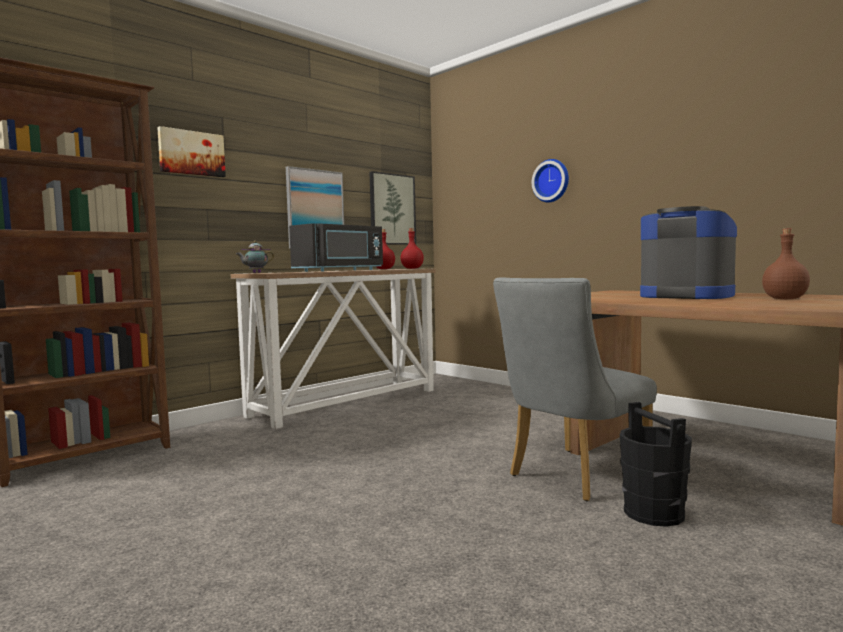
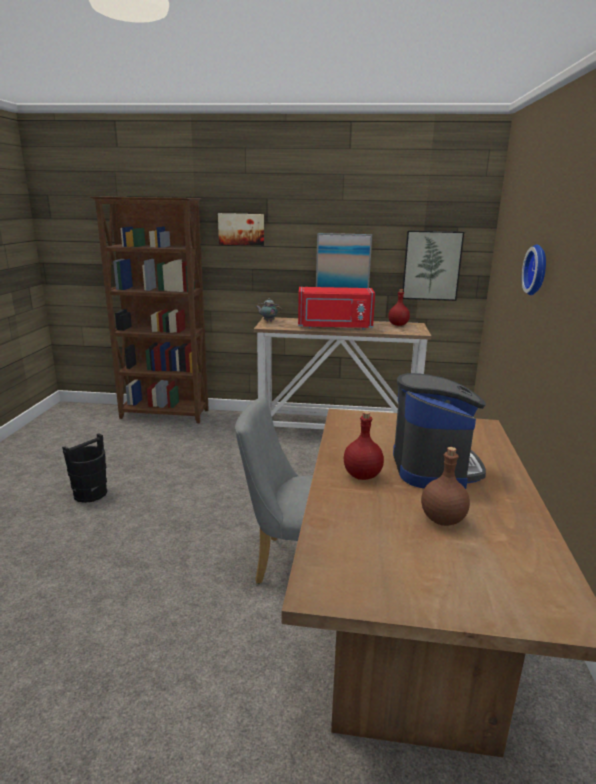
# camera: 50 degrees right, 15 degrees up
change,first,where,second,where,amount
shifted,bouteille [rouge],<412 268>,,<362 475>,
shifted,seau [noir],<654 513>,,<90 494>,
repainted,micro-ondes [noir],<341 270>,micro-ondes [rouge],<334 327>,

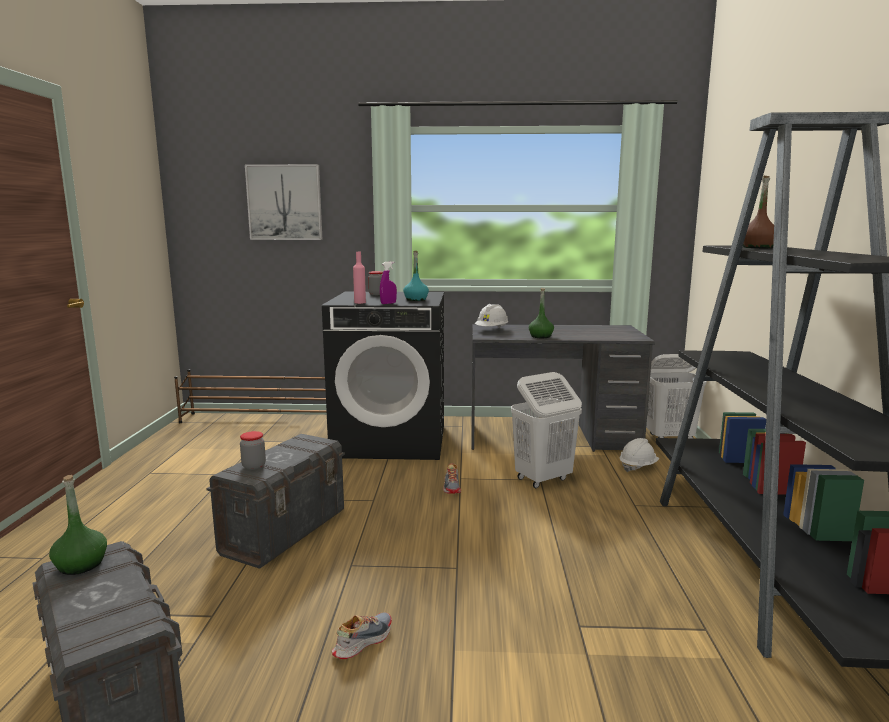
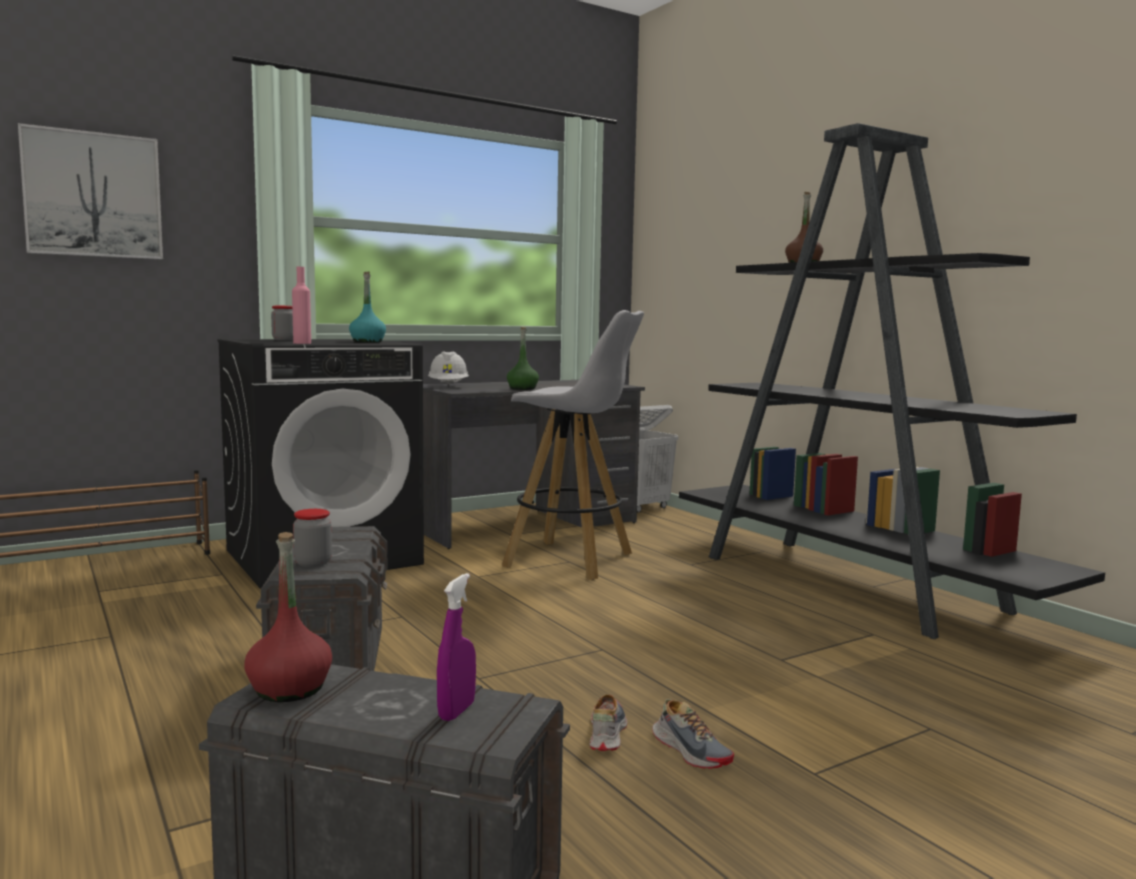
# camera: 35 degrees left, 5 degrees down
change,first,where,second,where,amount
gone,casque de chantier [blanc],<638 467>,,,
shifted,vaporisateur [violet],<388 303>,,<456 711>,
shifted,chaussure,<452 486>,,<691 750>,
swapped,panier à linge [blanc],<542 479>,tabouret [blanc],<571 561>,
repainted,bouteille [vert],<81 565>,bouteille [rouge],<290 689>,

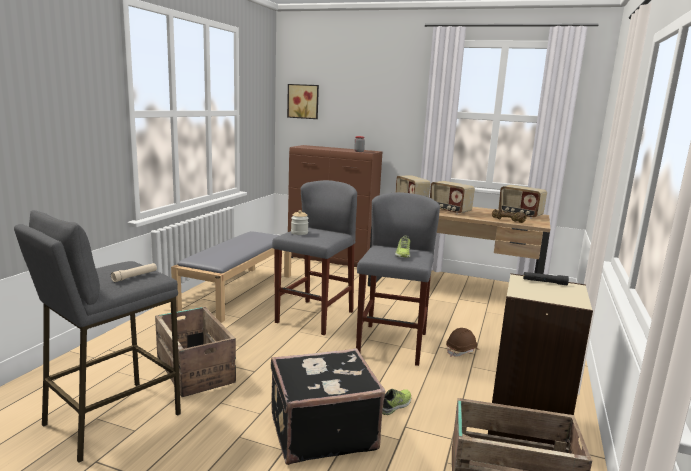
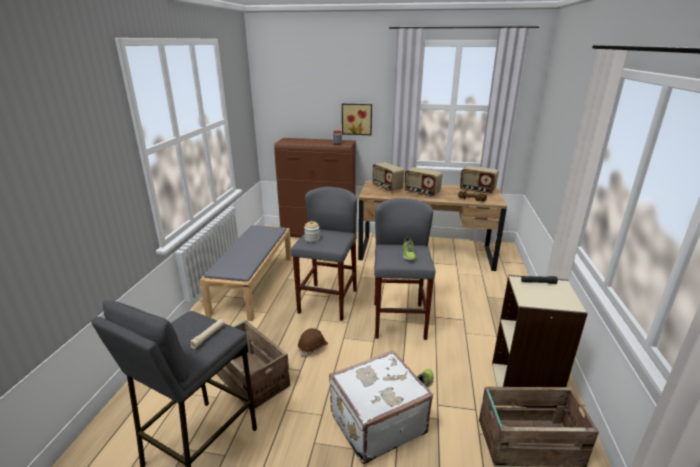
# camera: 10 degrees left, 10 degrees up
change,first,where,second,where,amount
shifted,tableau,<303 101>,,<357 119>,
shifted,casque de chantier [marron],<462 351>,,<313 347>,
repainted,valise [noir],<321 430>,valise [blanc],<376 422>,

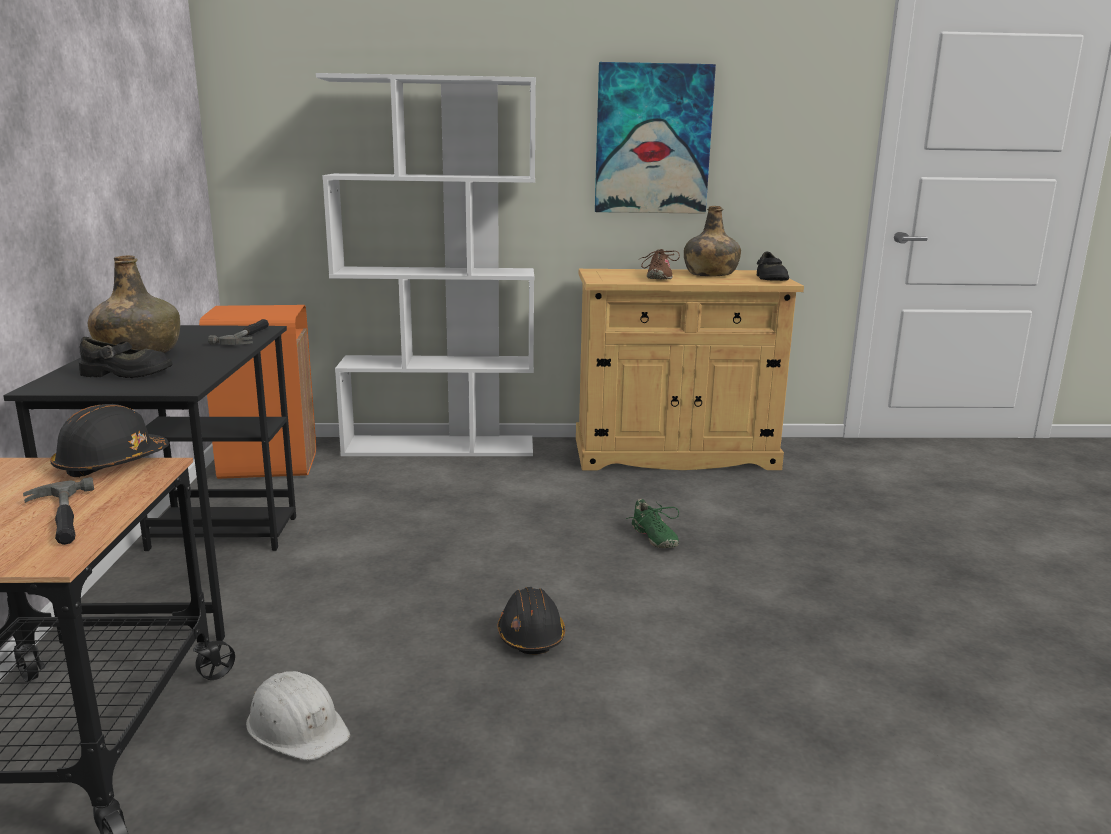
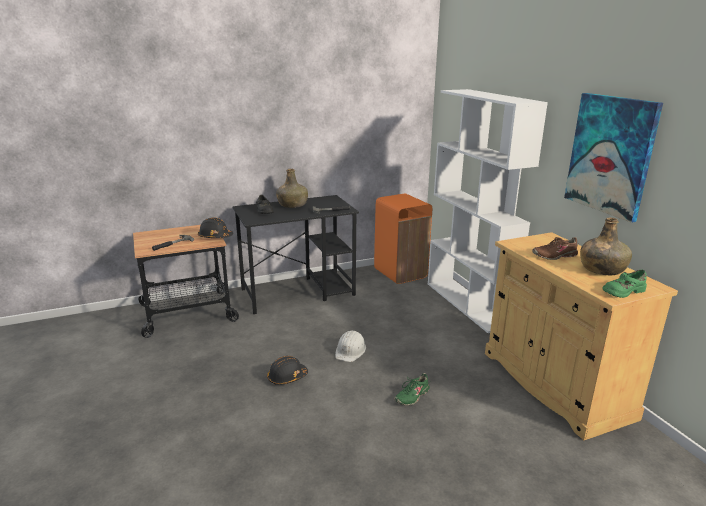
# camera: 70 degrees right, 5 degrees up
change,first,where,second,where,amount
shifted,casque de chantier [blanc],<297 727>,,<350 350>,
repainted,chaussure [noir],<770 278>,chaussure [vert],<623 291>,

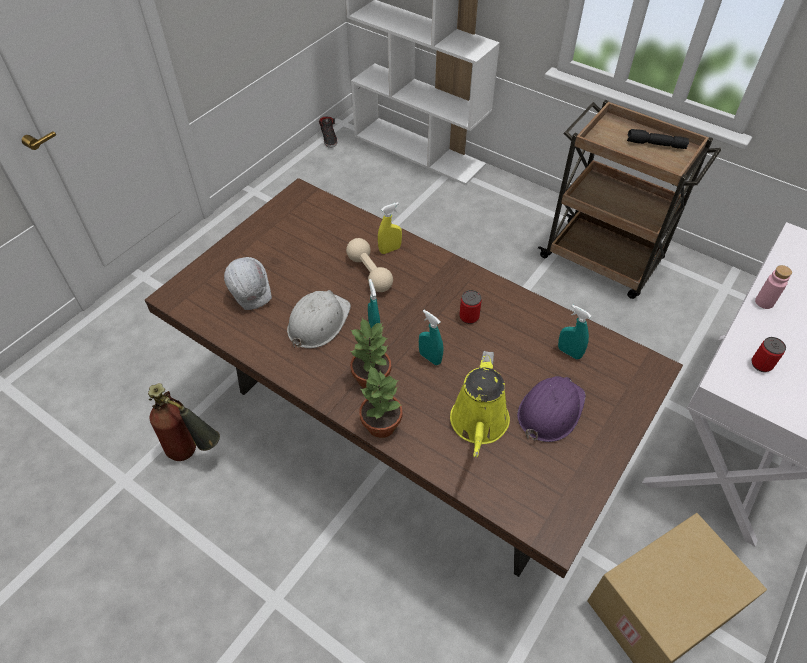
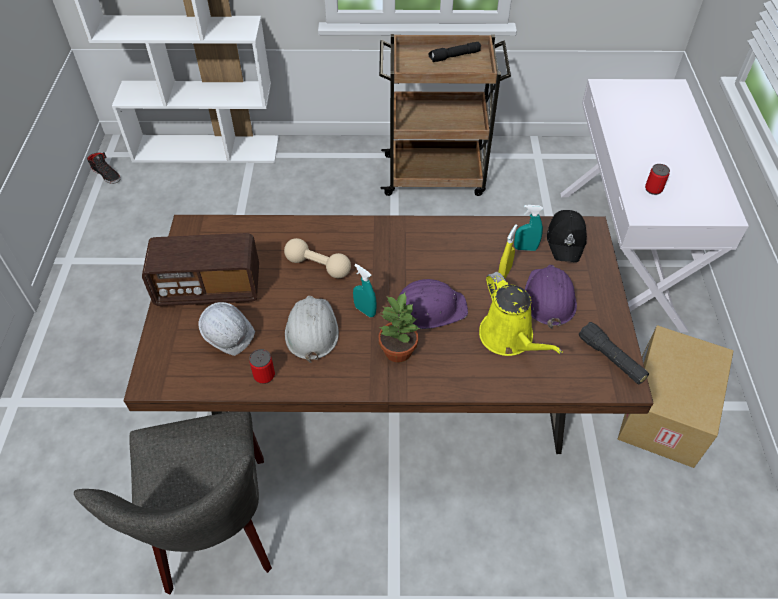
# camera: 35 degrees left, 0 degrees up
change,first,where,second,where,amount
gone,plante en pot,<380 424>,,,
gone,bouteille [rose],<764 302>,,,
new,,,radio,<209 288>,
new,,,casquette [noir],<566 240>,
new,,,lampe de poche [noir],<611 359>,
shifted,vaporisateur [jaune],<390 249>,,<504 273>,
shifted,boîte métallique,<469 317>,,<264 375>,
swapped,extincteur,<194 453>,chaise [gris],<215 531>,
swapped,vaporisateur [turquoise],<430 358>,casque de chantier [violet],<429 308>,

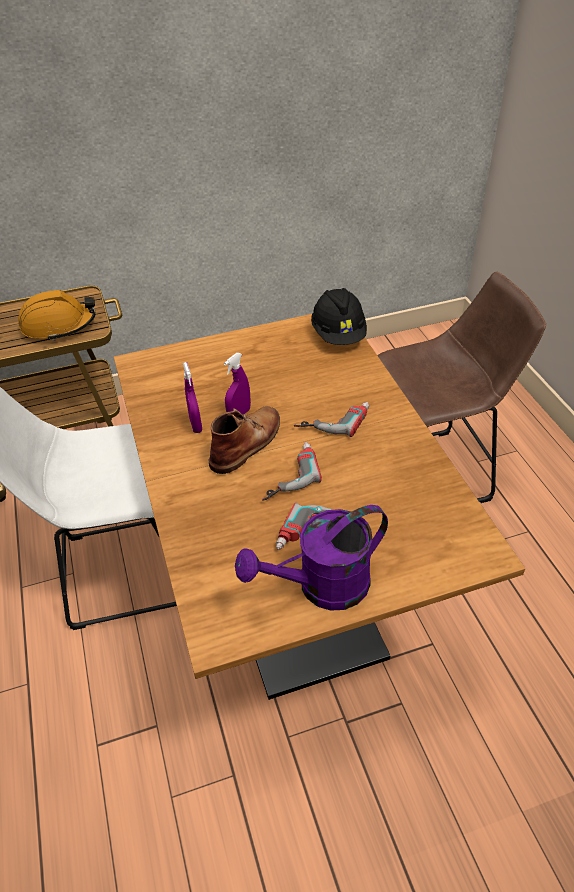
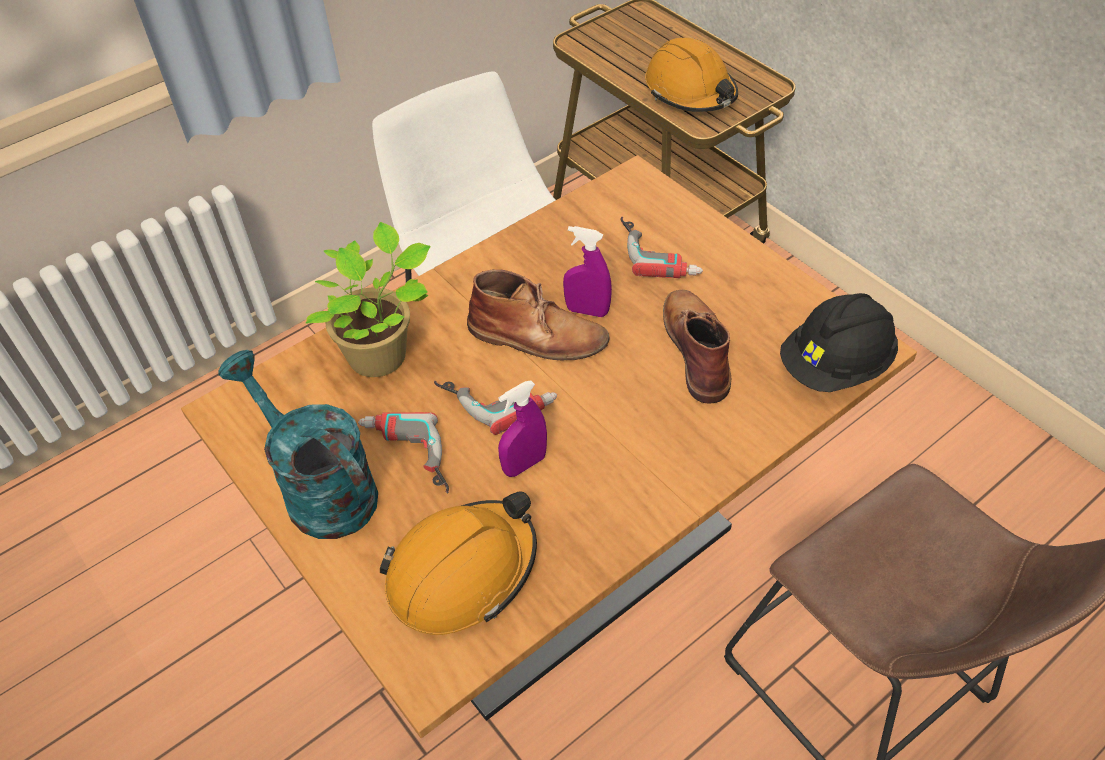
# camera: 70 degrees right, 5 degrees up
change,first,where,second,where,amount
new,,,plante en pot,<382 355>,
new,,,casque de chantier [orange],<462 572>,
new,,,botte [marron],<696 347>,
shifted,vaporisateur [violet],<195 425>,,<524 464>,
shifted,perceuse,<333 419>,,<660 251>,
repainted,arrosoir [violet],<322 587>,arrosoir [turquoise],<319 488>,

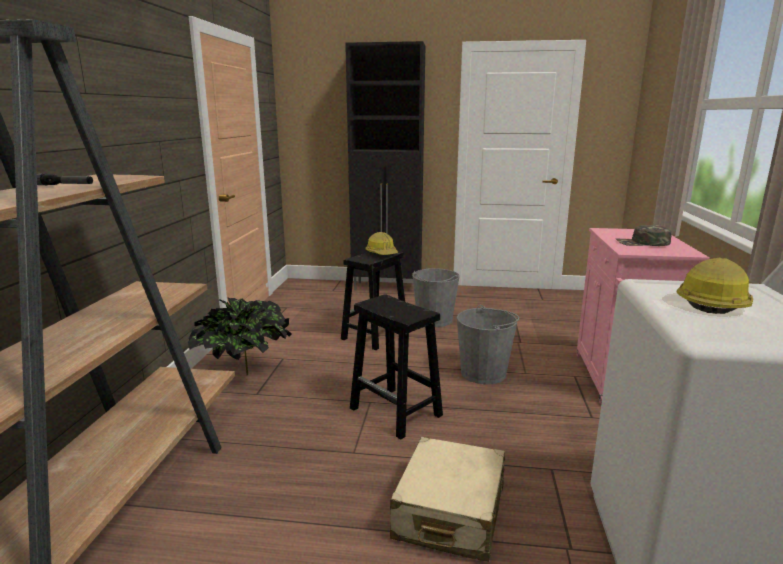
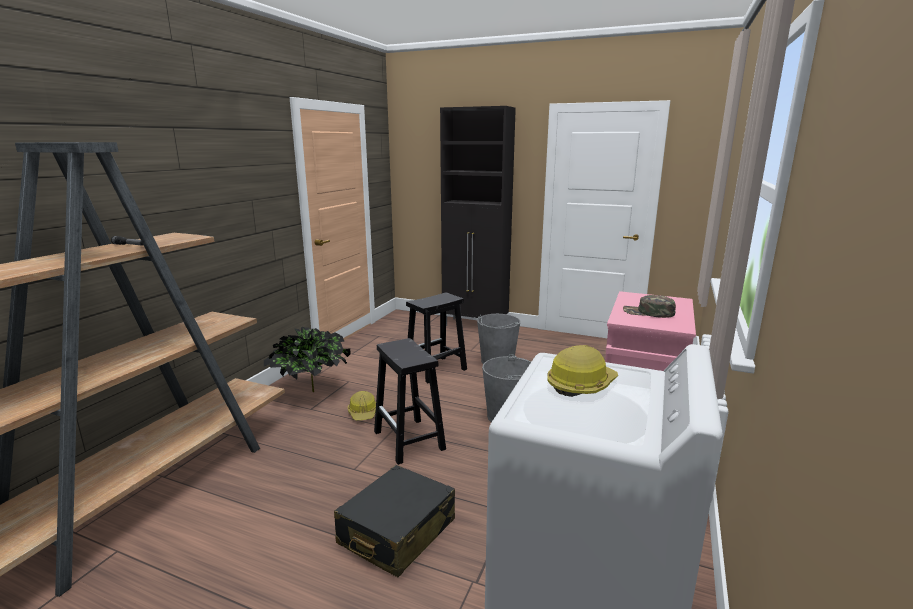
# camera: 15 degrees right, 0 degrees up
change,first,where,second,where,amount
shifted,casque de chantier,<382 253>,,<363 413>,
repainted,valise [beige],<449 513>,valise [noir],<397 532>,

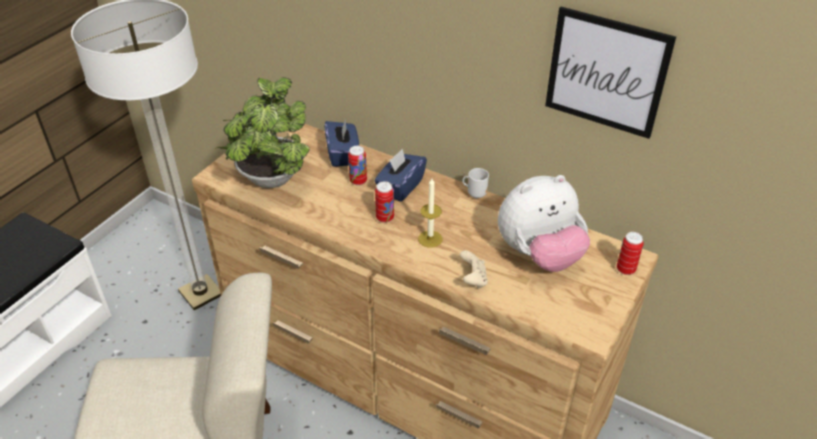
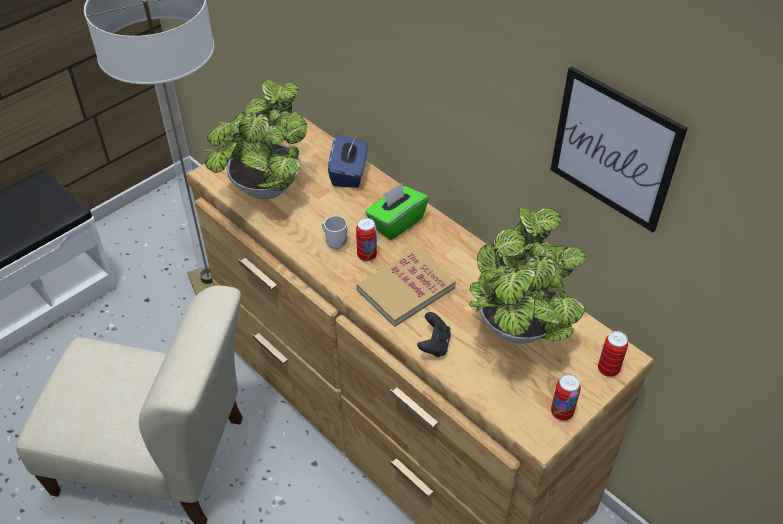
# camera: 15 degrees right, 5 degrees up
change,first,where,second,where,amount
shifted,boîte métallique,<358 181>,,<562 412>,
shifted,mug,<475 194>,,<336 243>,
swapped,bougie,<430 239>,livre,<406 289>,
swapped,peluche,<539 255>,plante en pot,<517 332>,
repainted,boîte à mouchoirs [bleu],<400 187>,boîte à mouchoirs [vert],<396 223>,
repainted,manette [beige],<473 279>,manette [noir],<434 345>,

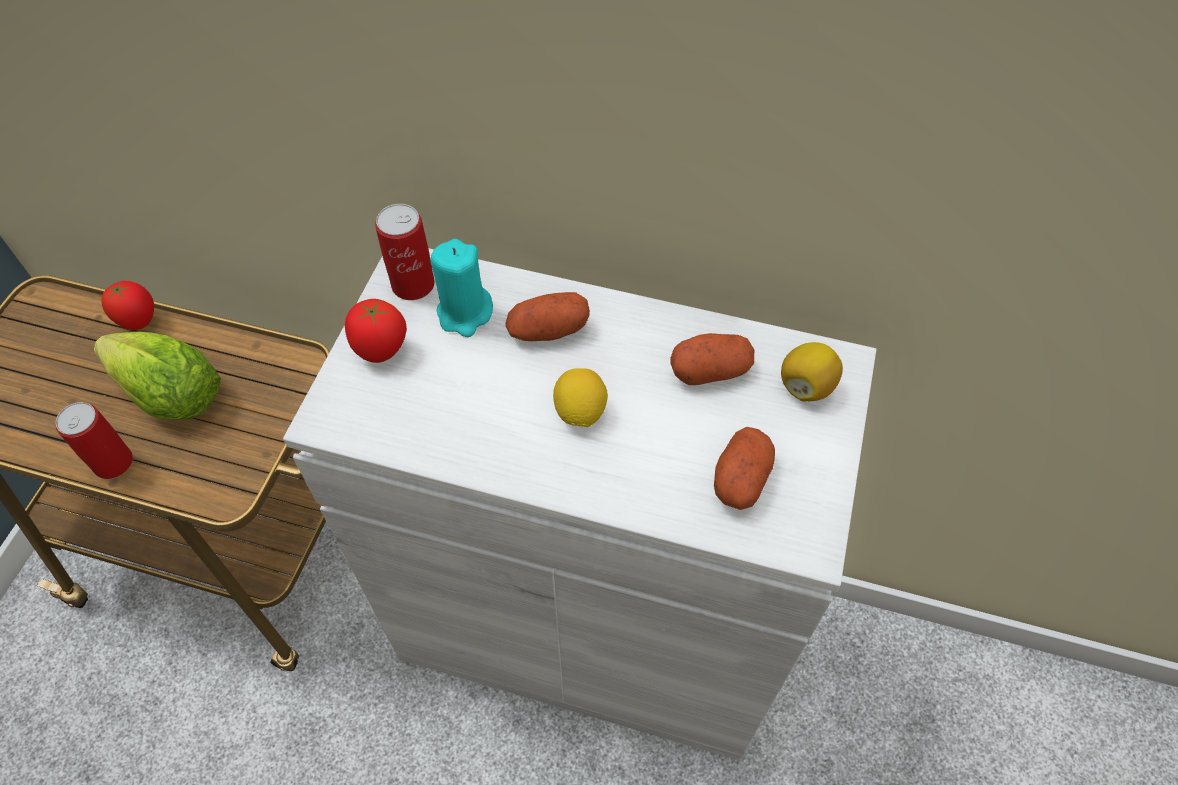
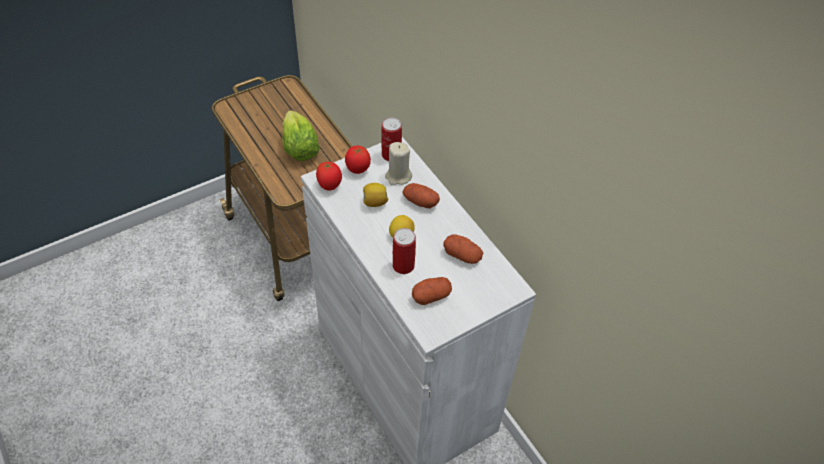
# camera: 40 degrees right, 5 degrees down
change,first,where,second,where,amount
shifted,boîte métallique,<113 462>,,<403 265>,
shifted,tomate,<139 321>,,<329 186>,
shifted,citron,<806 386>,,<374 202>,
repainted,bougie [turquoise],<464 313>,bougie [beige],<398 176>,

